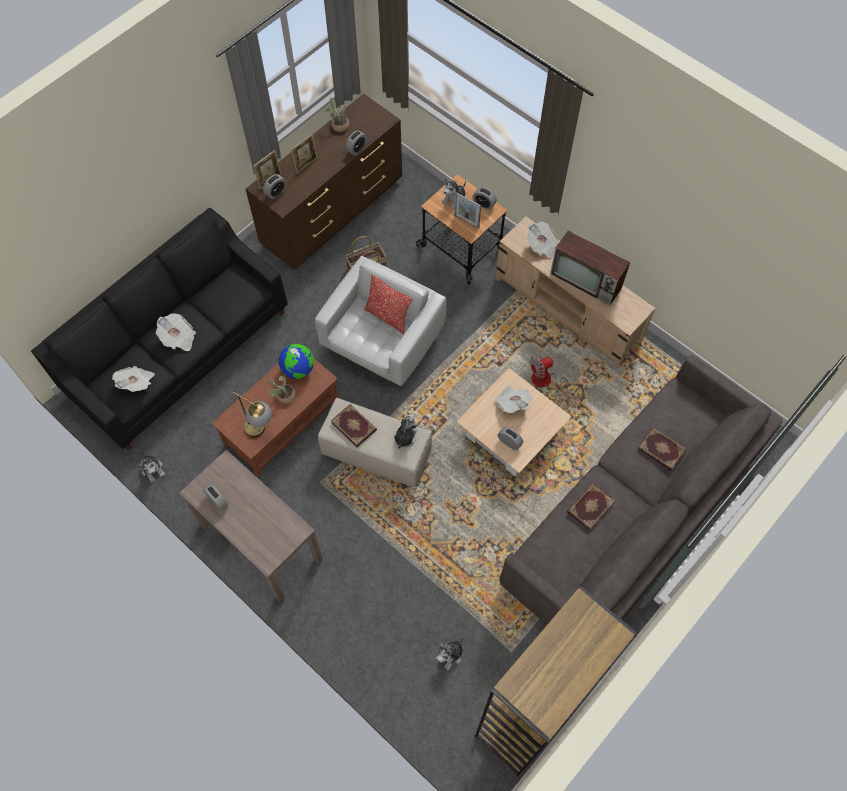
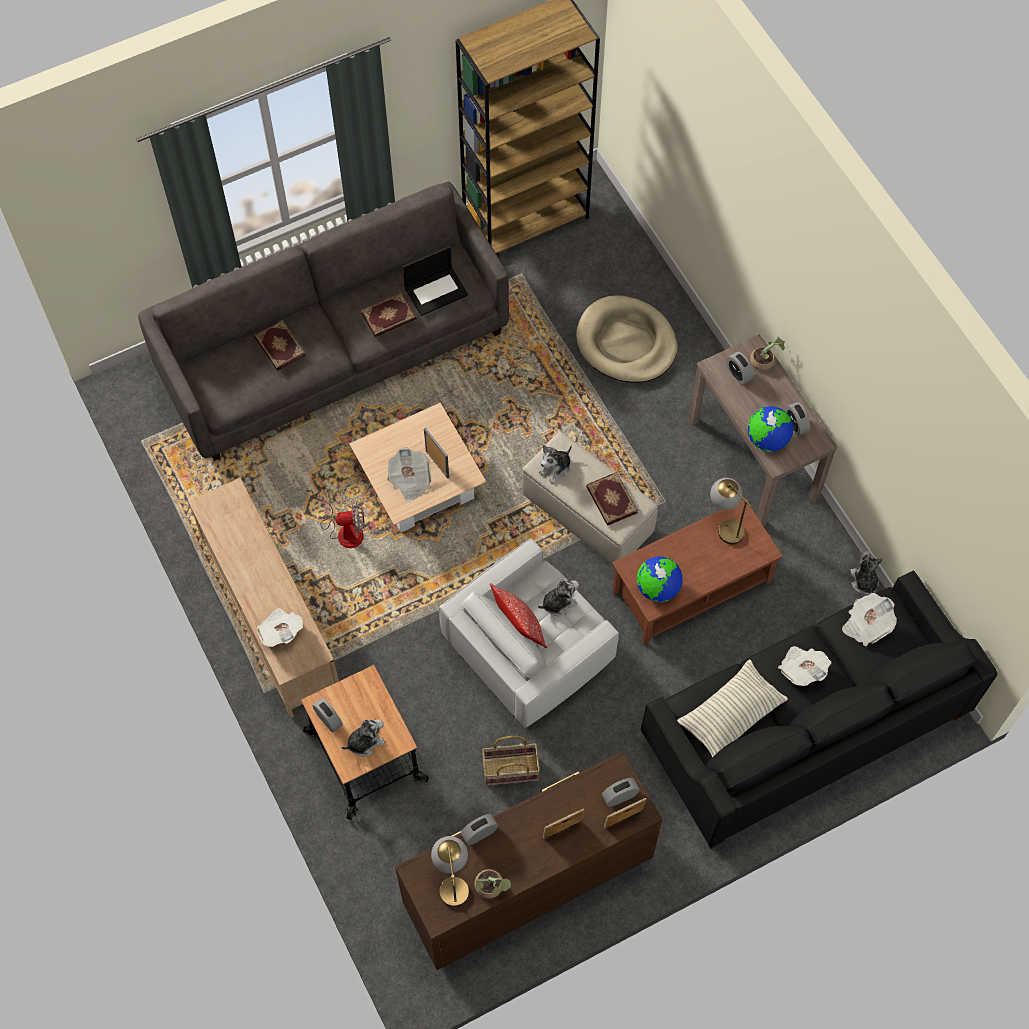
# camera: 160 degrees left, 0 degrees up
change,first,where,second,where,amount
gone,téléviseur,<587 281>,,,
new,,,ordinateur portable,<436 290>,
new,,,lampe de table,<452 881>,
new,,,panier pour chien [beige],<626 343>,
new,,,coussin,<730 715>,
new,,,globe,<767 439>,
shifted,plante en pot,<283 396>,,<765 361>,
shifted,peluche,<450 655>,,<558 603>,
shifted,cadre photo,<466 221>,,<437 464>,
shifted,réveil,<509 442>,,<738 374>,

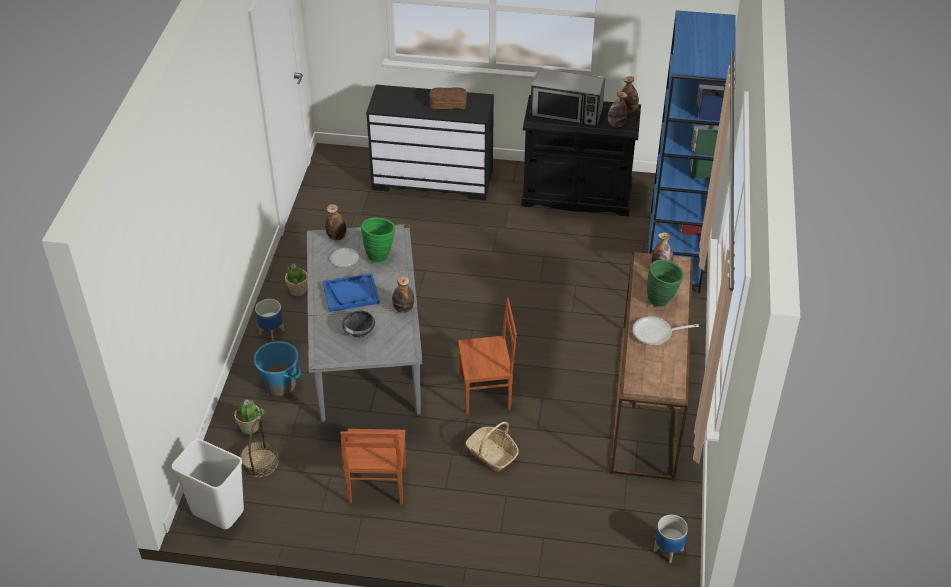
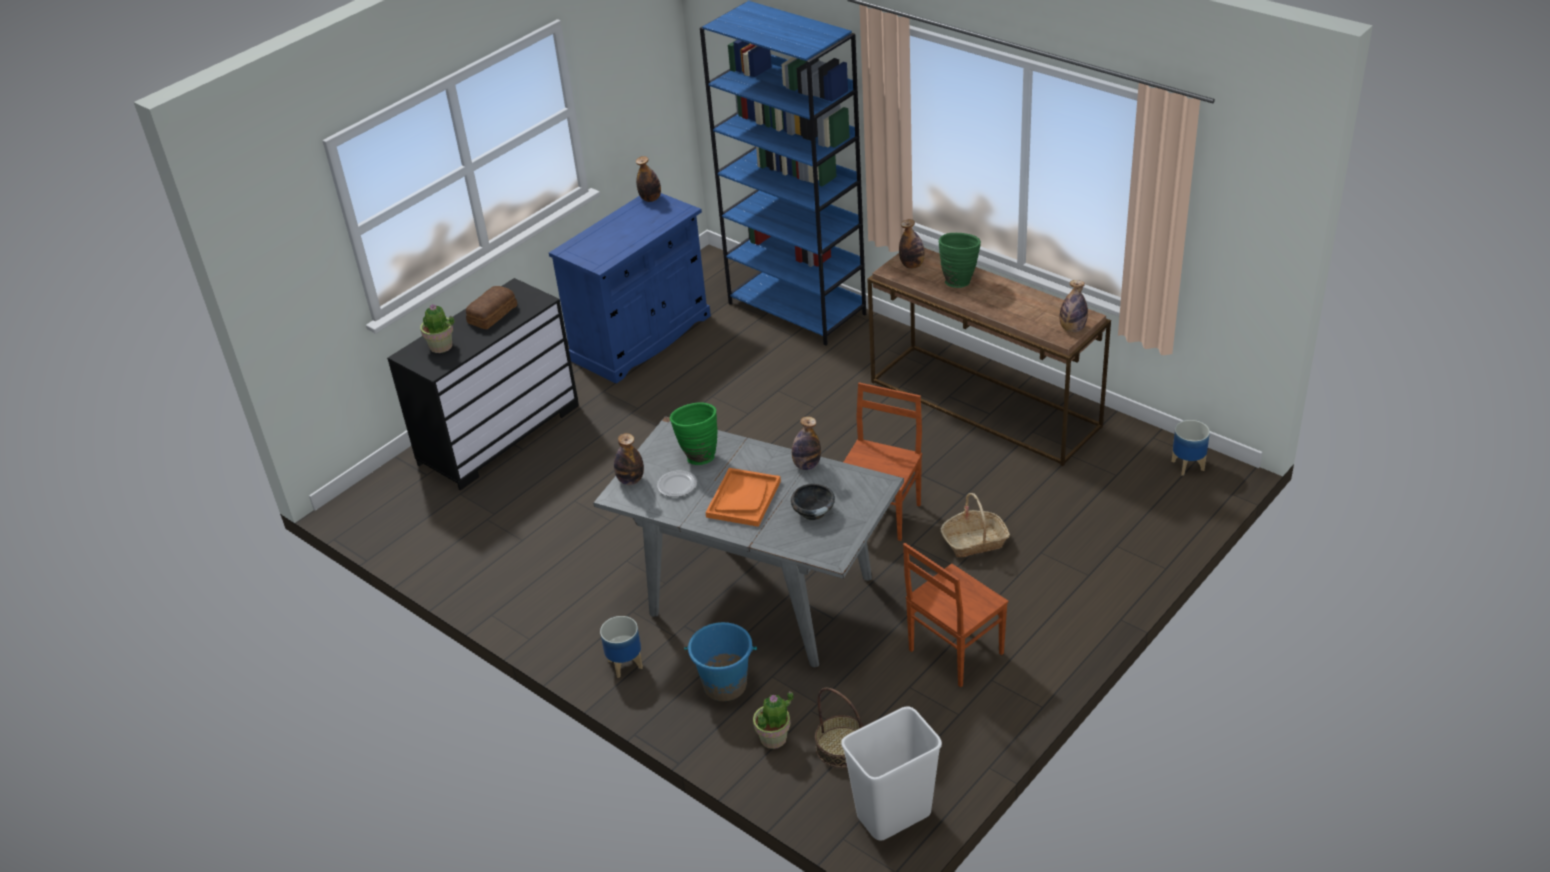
# camera: 55 degrees left, 5 degrees down
change,first,where,second,where,amount
gone,micro-ondes,<566 112>,,,
gone,poêle,<656 333>,,,
shifted,plante en pot,<298 290>,,<441 346>,
shifted,bouteille,<616 124>,,<1072 329>,
repainted,plateau [bleu],<351 294>,plateau [orange],<743 499>,
repainted,meuble de rangement [noir],<576 195>,meuble de rangement [bleu],<641 338>,
rotated,chaise [marron],<376 485>,,<954 652>,105 degrees clockwise

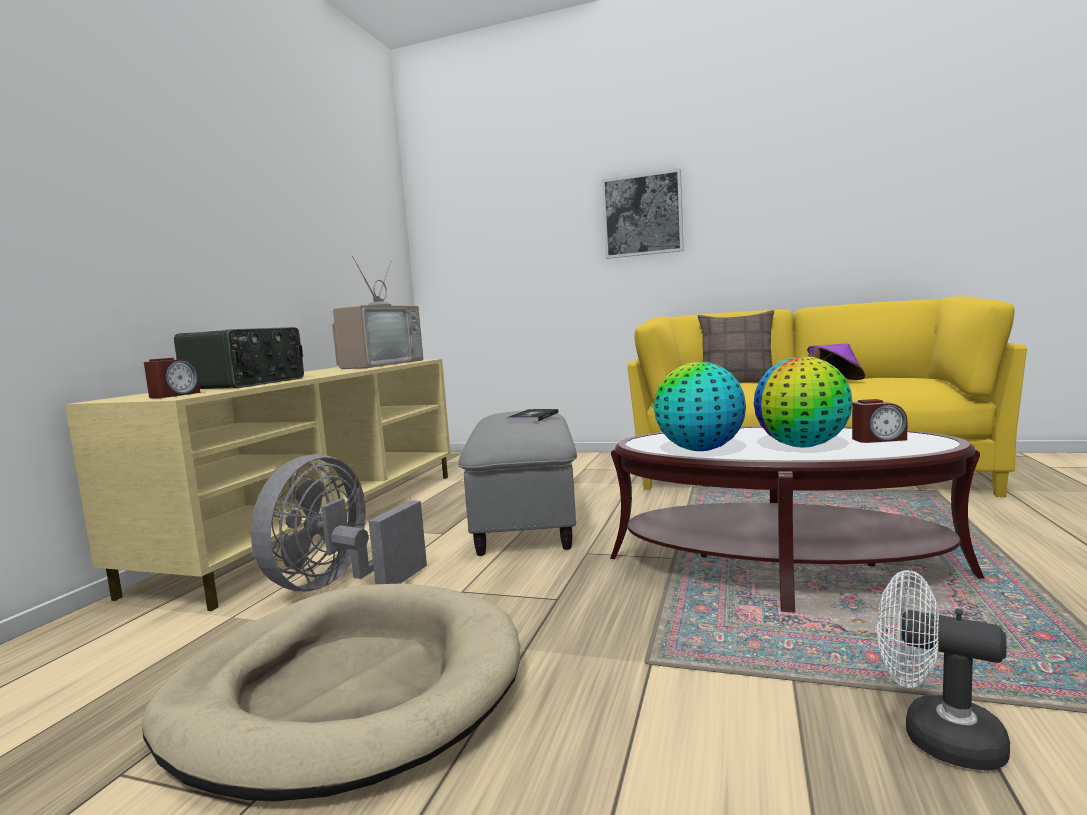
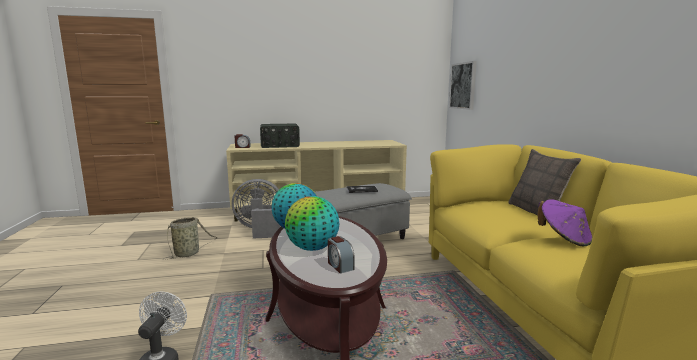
# camera: 60 degrees right, 5 degrees up
change,first,where,second,where,amount
gone,téléviseur,<379 364>,,,
shifted,tableau,<642 215>,,<463 86>,
swapped,panier pour chien [beige],<347 690>,panier,<188 253>,

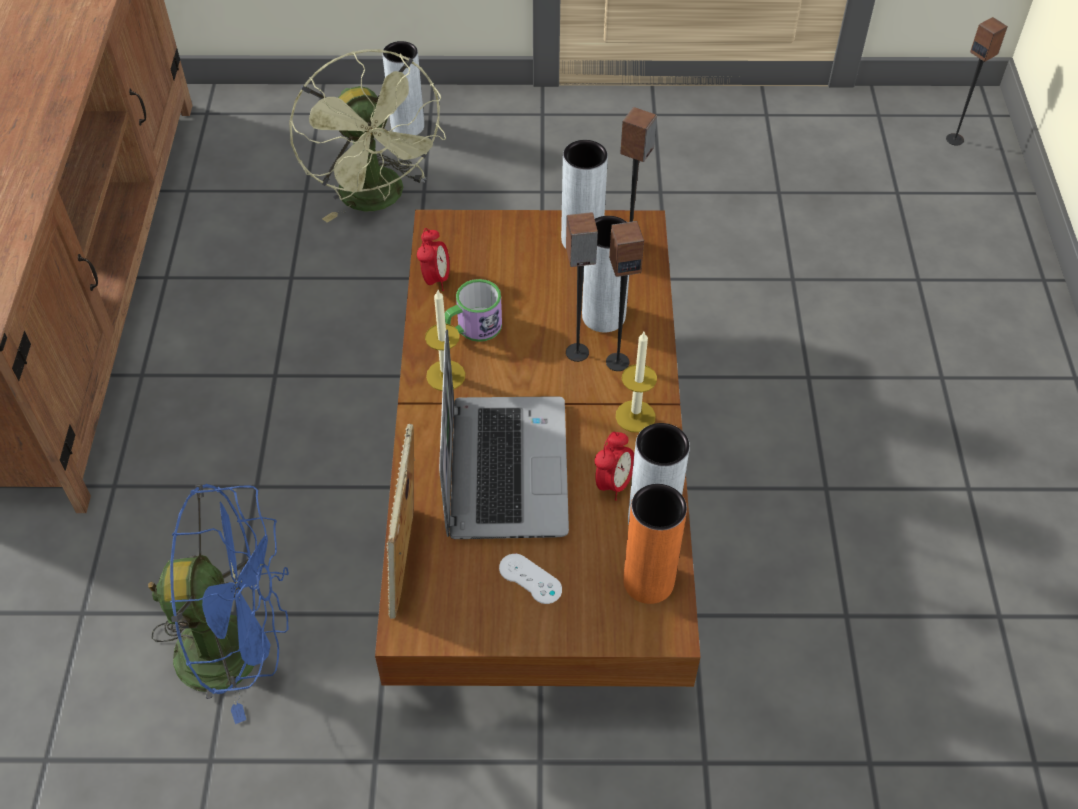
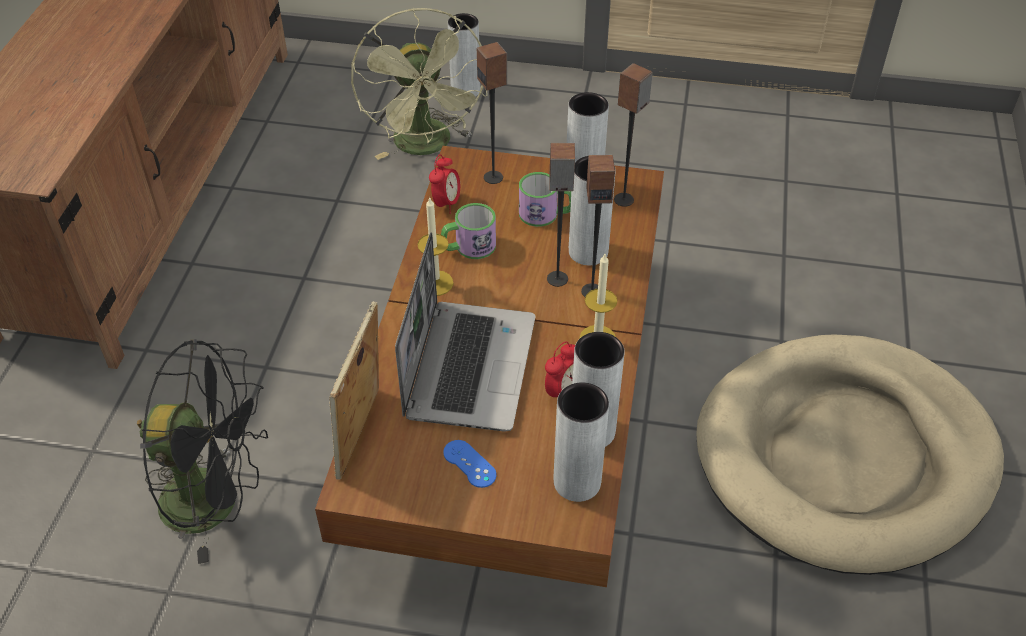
# camera: 10 degrees right, 5 degrees down
change,first,where,second,where,amount
new,,,mug,<545 214>,
new,,,panier pour chien [beige],<844 456>,
shifted,enceinte,<955 139>,,<493 177>,
repainted,ventilateur [bleu],<239 649>,ventilateur [noir],<217 501>,
repainted,manette [blanc],<530 579>,manette [bleu],<469 464>,
repainted,vase [orange],<648 581>,vase [gris],<577 482>,

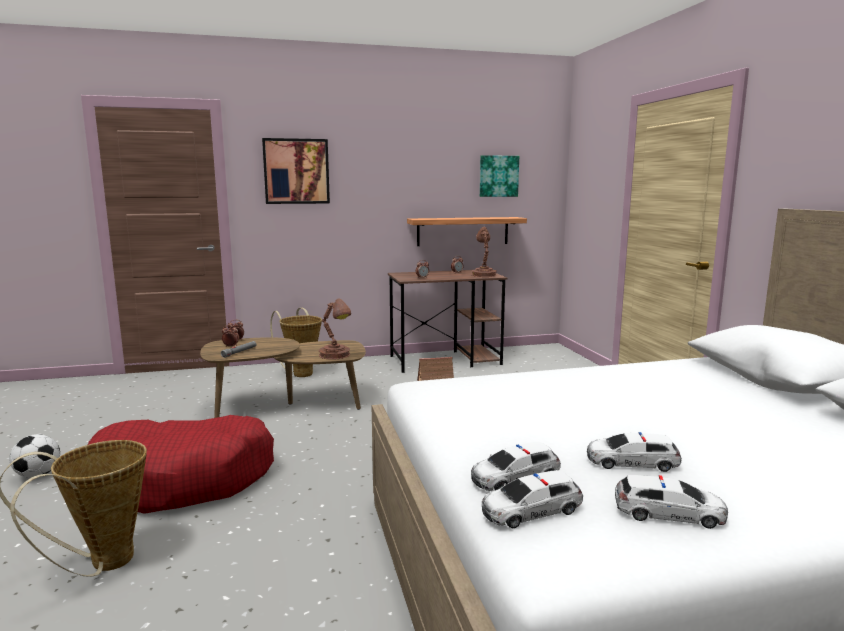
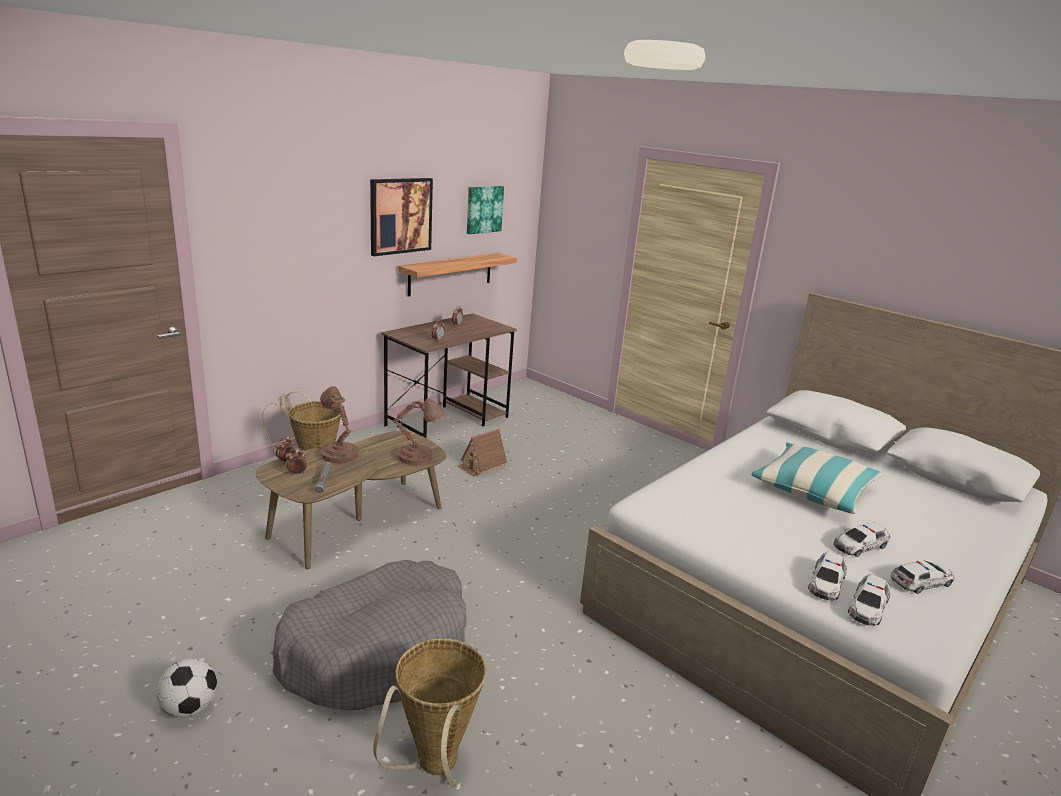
# camera: 35 degrees left, 10 degrees up
change,first,where,second,where,amount
new,,,coussin,<814 489>,
shifted,tableau,<296 171>,,<400 216>,
shifted,lampe de table [marron],<483 274>,,<338 454>,
repainted,panier pour chien [rouge],<184 479>,panier pour chien [gris],<377 649>,

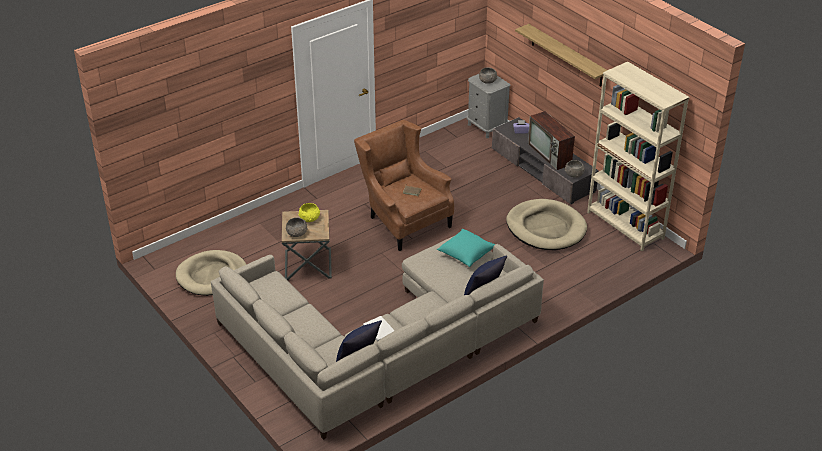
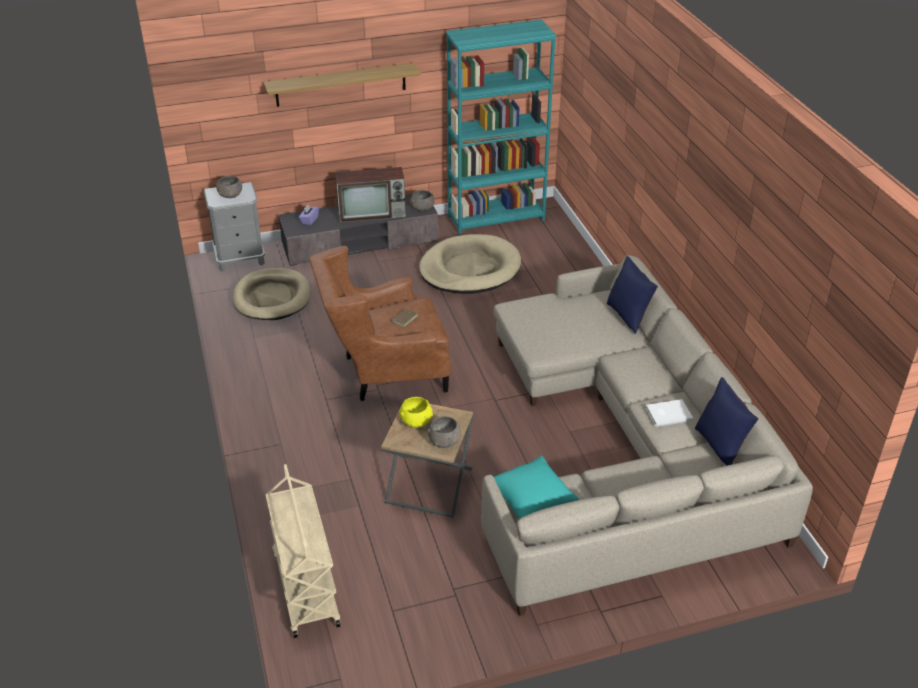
# camera: 70 degrees left, 0 degrees up
change,first,where,second,where,amount
new,,,chariot [beige],<305 588>,
shifted,panier pour chien [beige],<212 276>,,<272 298>,
shifted,coussin [turquoise],<465 254>,,<531 500>,
repainted,bibliothèque [beige],<625 225>,bibliothèque [turquoise],<496 218>,

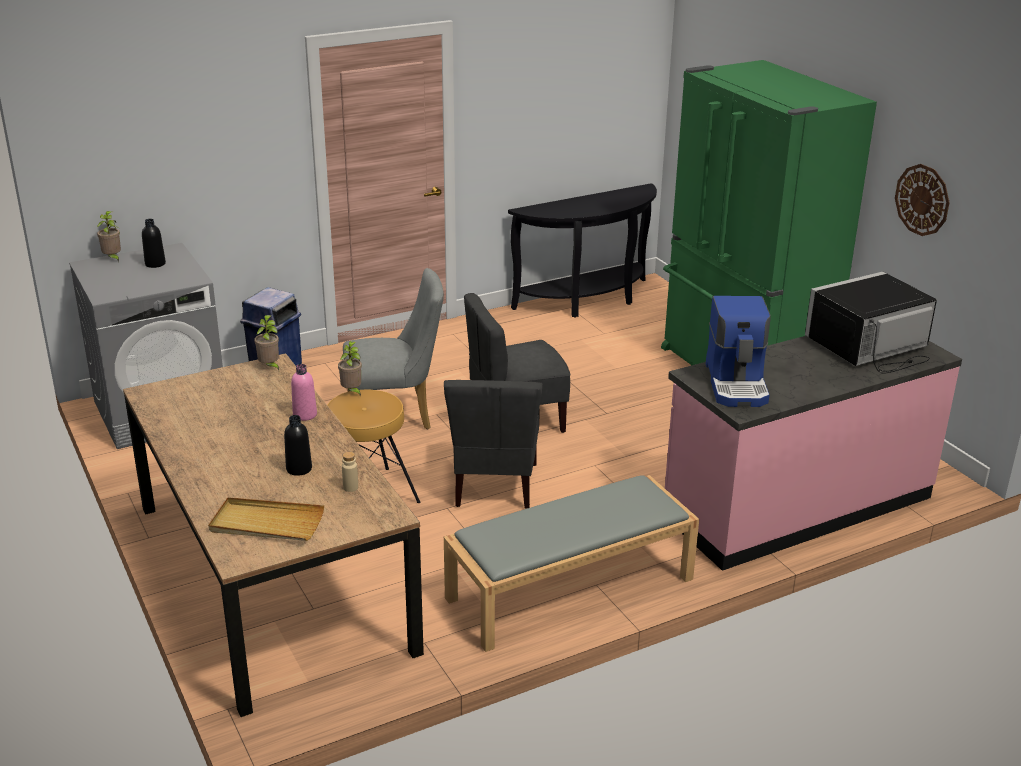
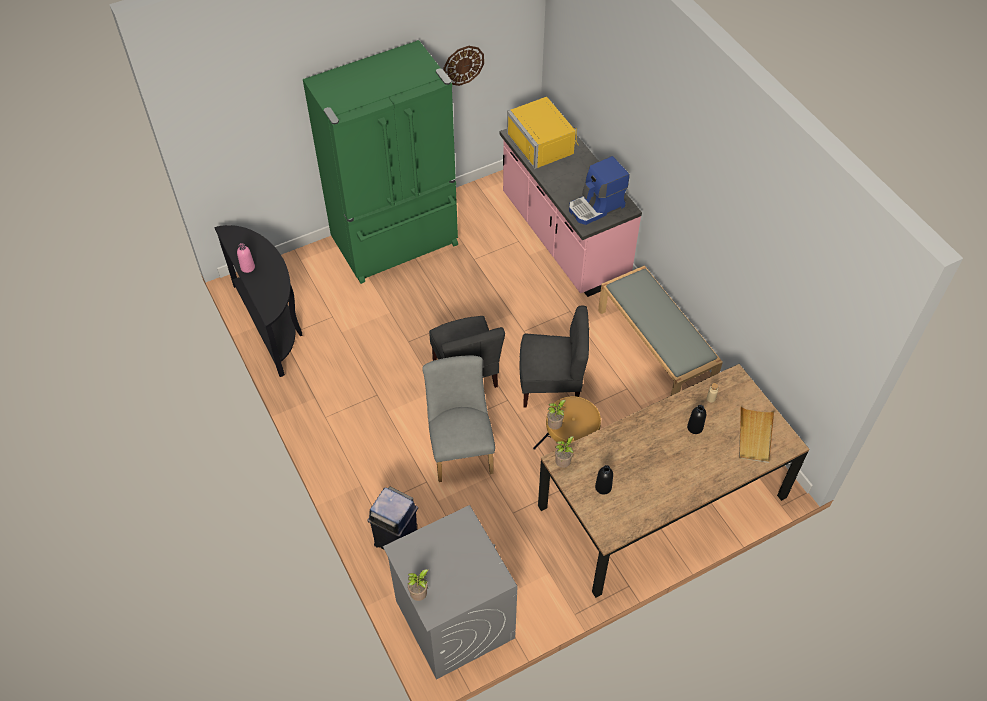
# camera: 90 degrees left, 25 degrees up
change,first,where,second,where,amount
shifted,bouteille [noir],<155 264>,,<603 487>,
shifted,bouteille [rose],<305 415>,,<247 267>,
repainted,micro-ondes [noir],<870 347>,micro-ondes [jaune],<544 144>,
rotated,machine à café,<737 384>,,<596 207>,150 degrees clockwise

